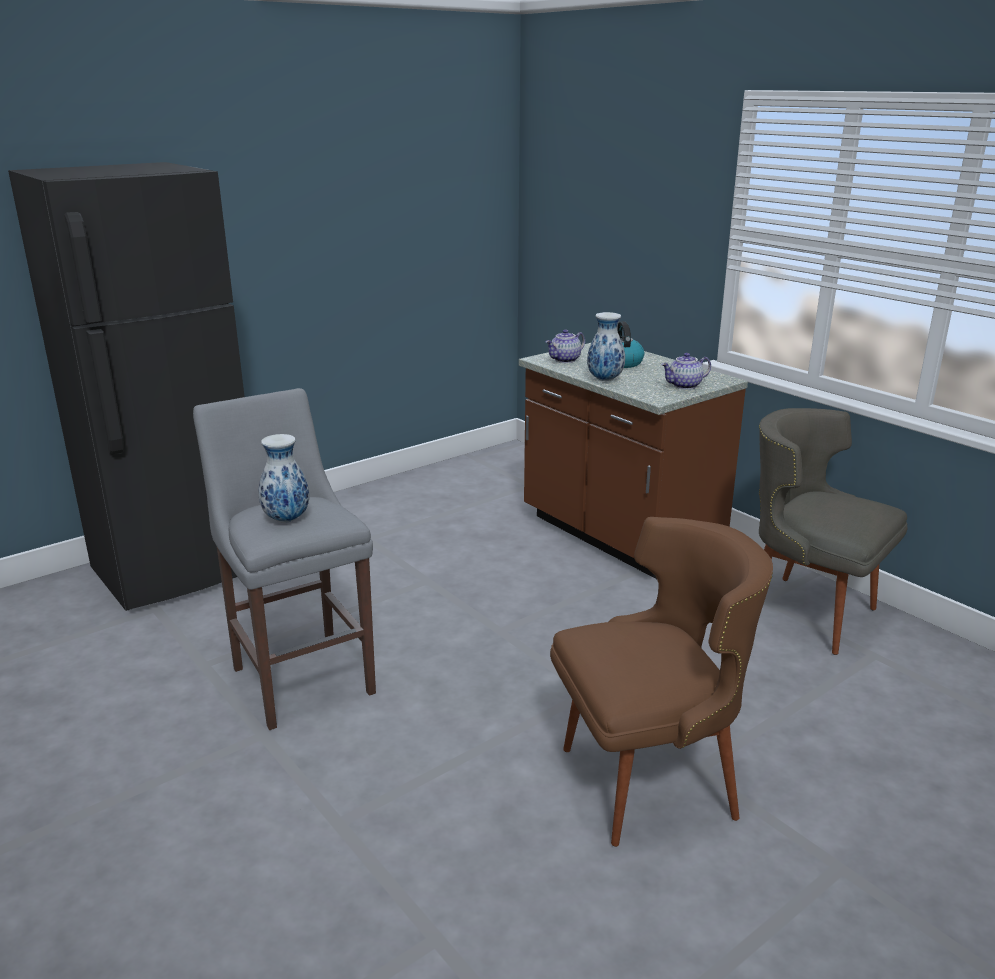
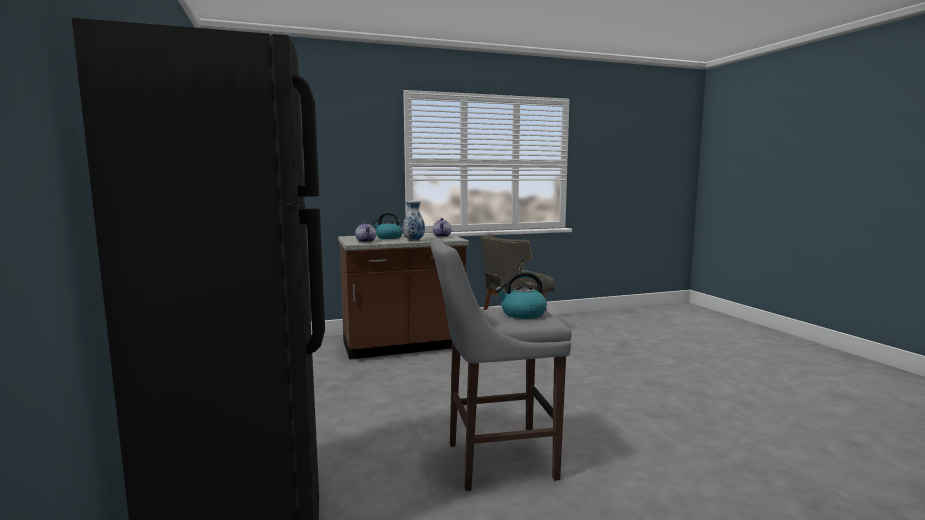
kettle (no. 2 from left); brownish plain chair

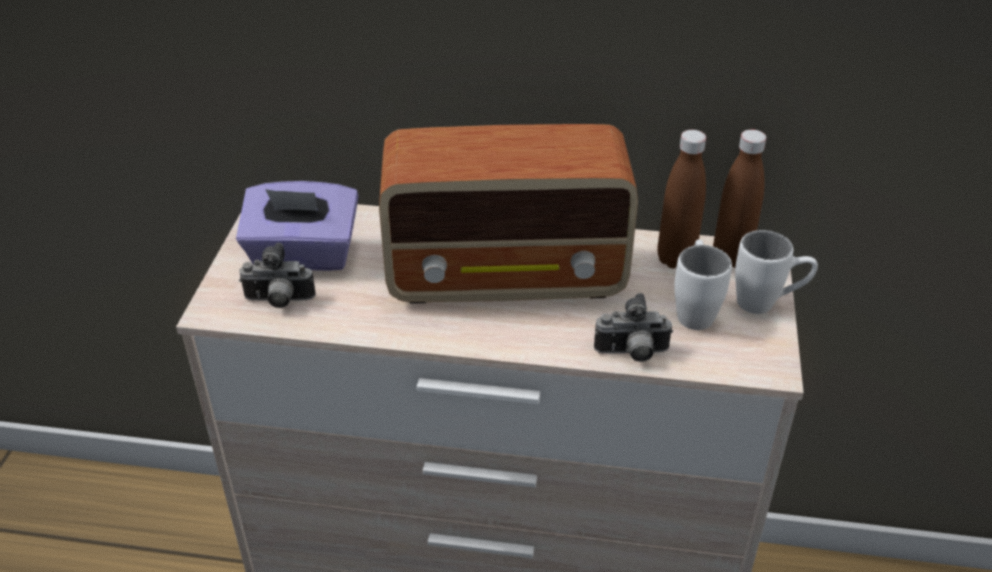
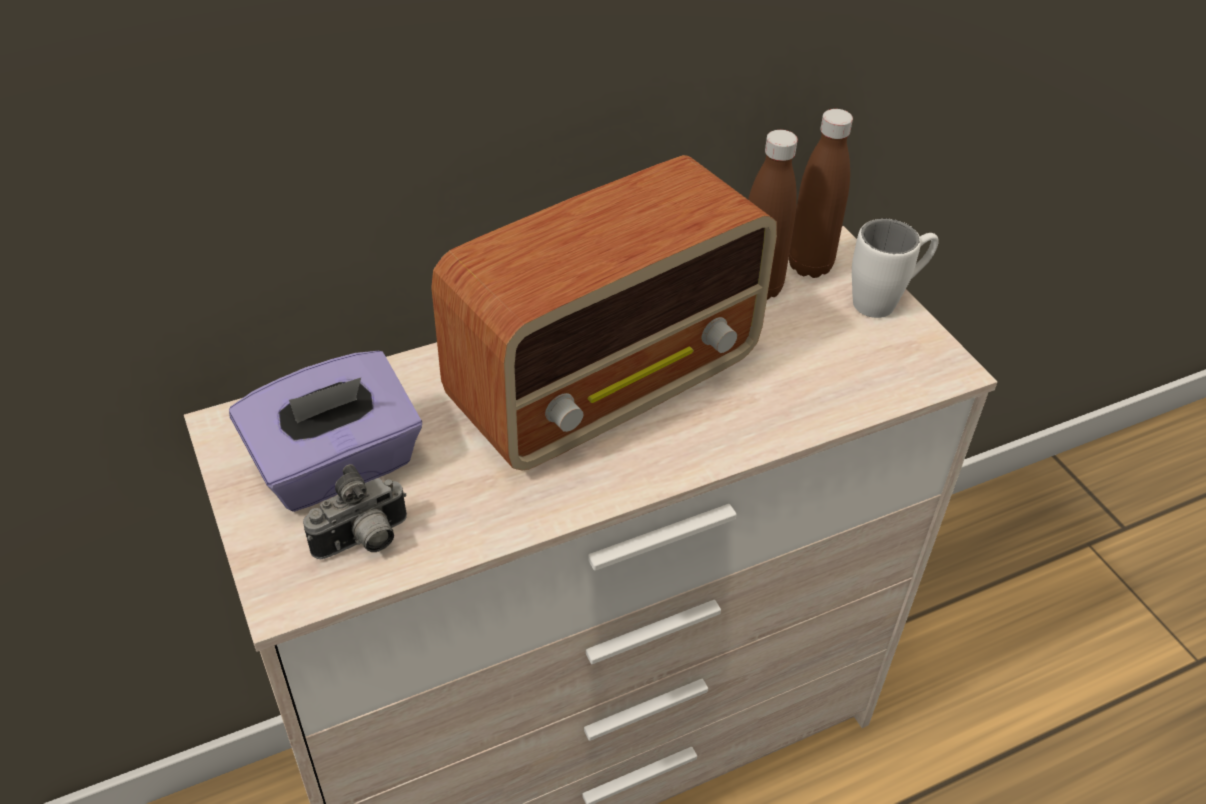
still camera (no. 2 from left in the first image); whitish mug (no. 1 from left in the first image)

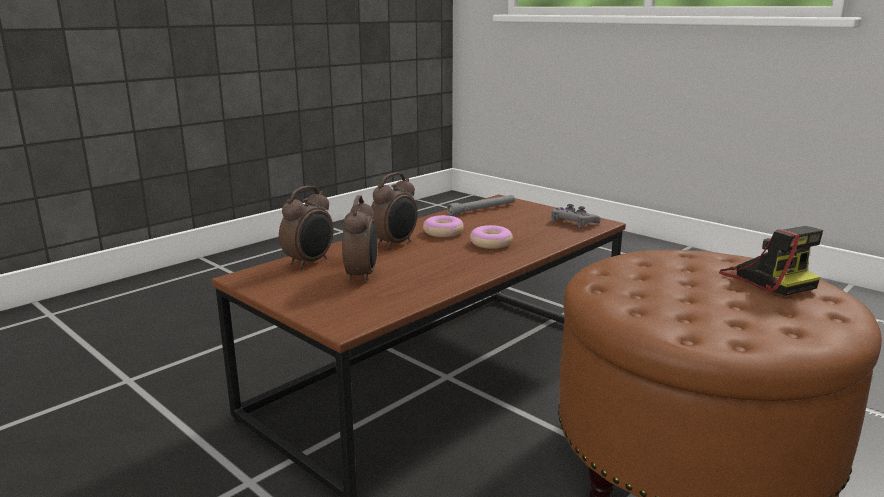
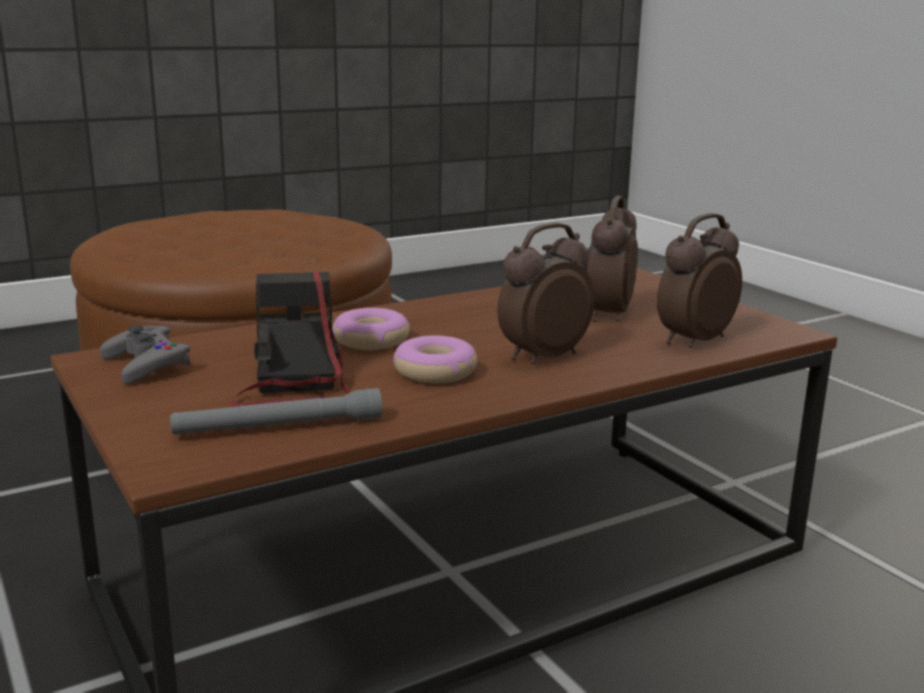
still camera

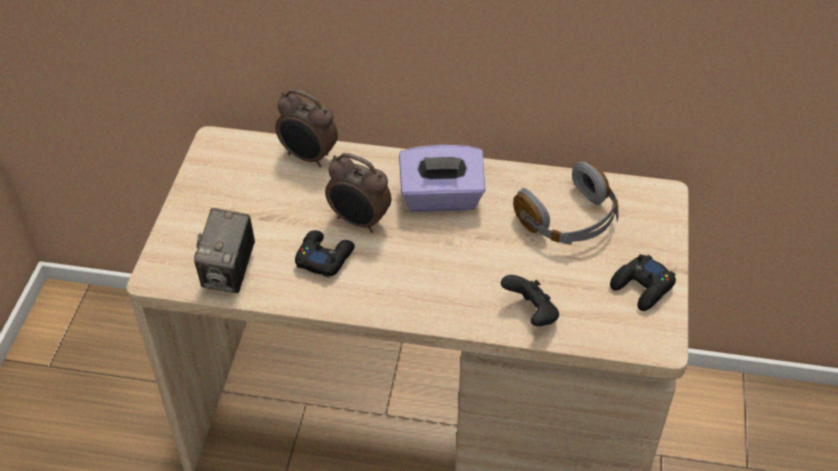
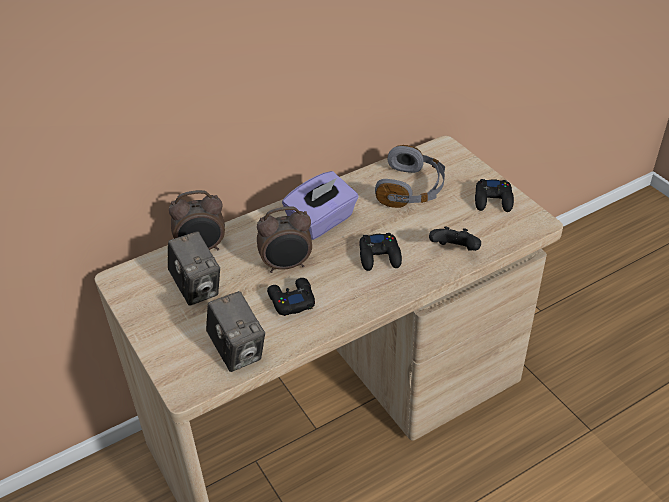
still camera (no. 1 from left); black gamepad (no. 2 from left)

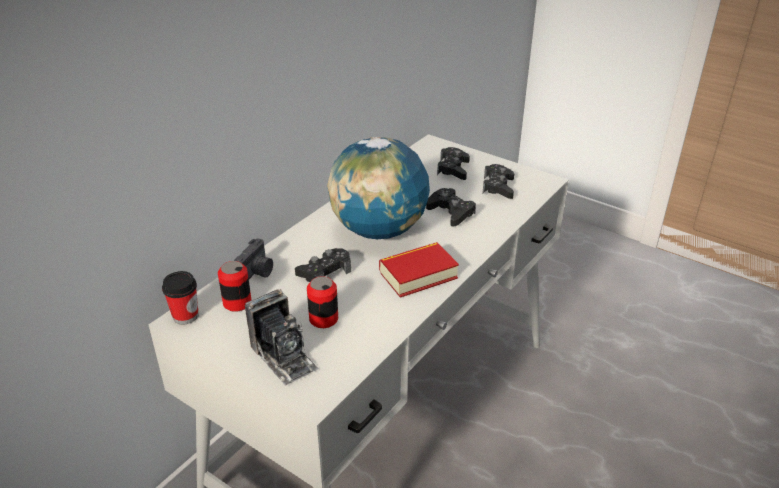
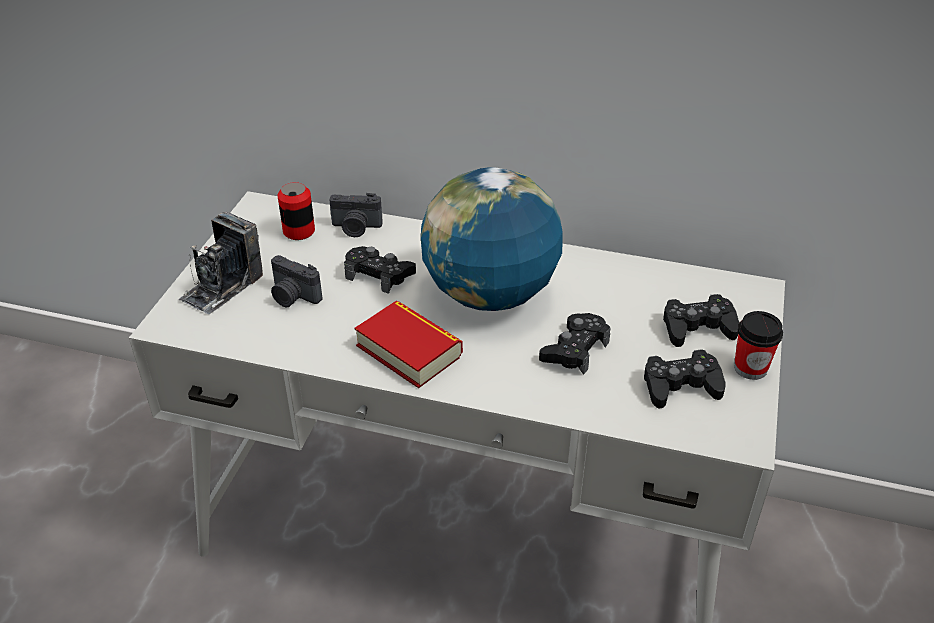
drinking cup; still camera (no. 2 from left)

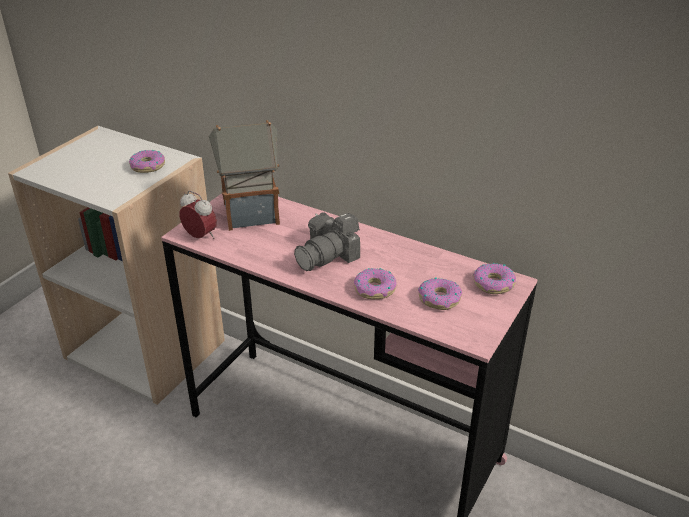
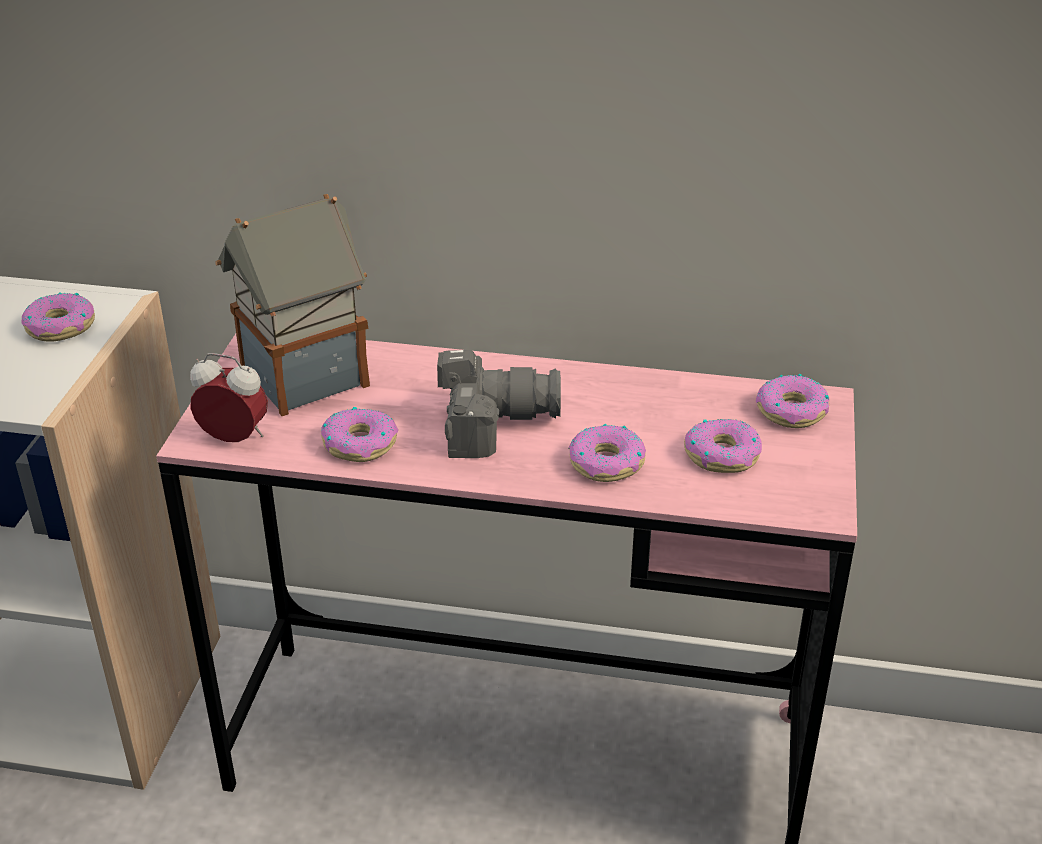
still camera; ring doughnut (no. 2 from left)

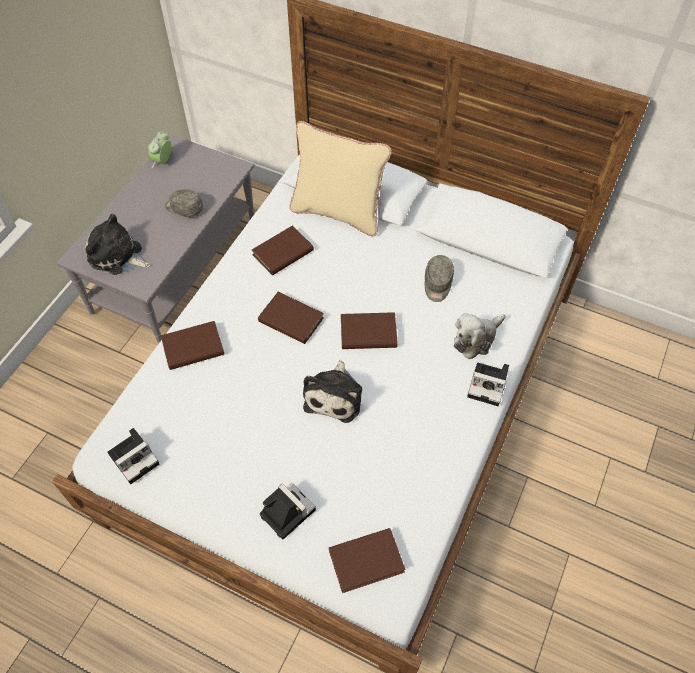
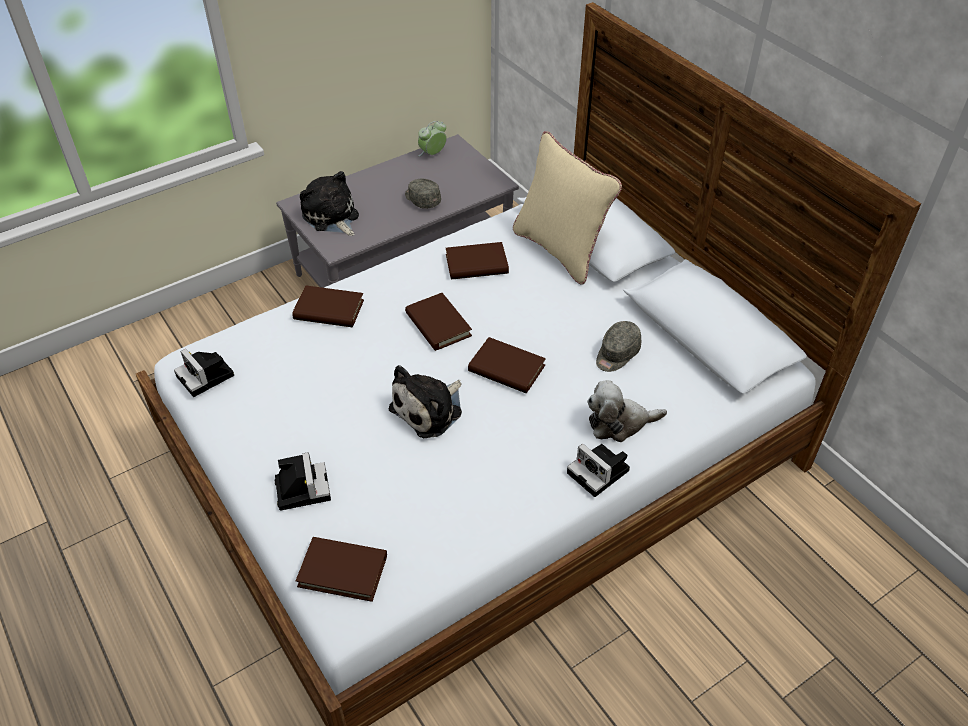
still camera (no. 1 from left)

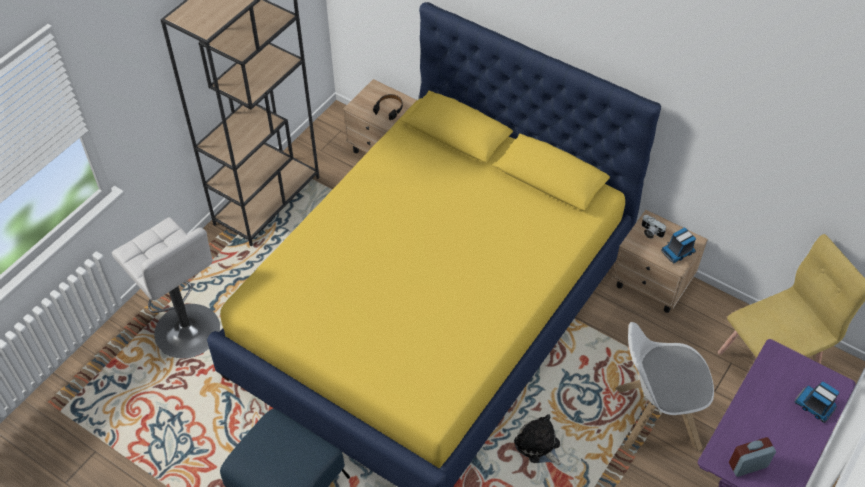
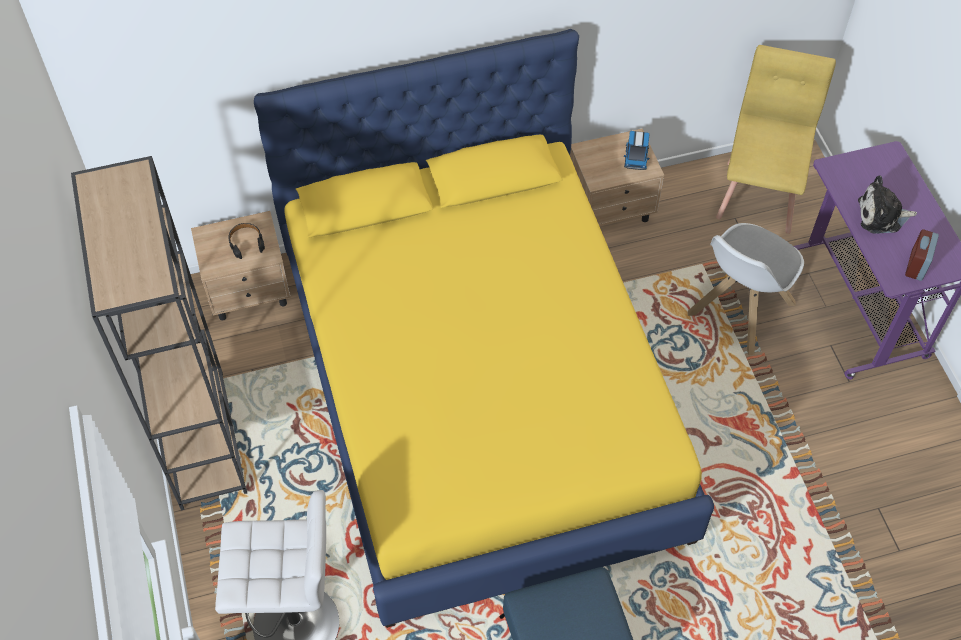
cuddly toy; still camera; toy lorry (no. 2 from left in the first image)

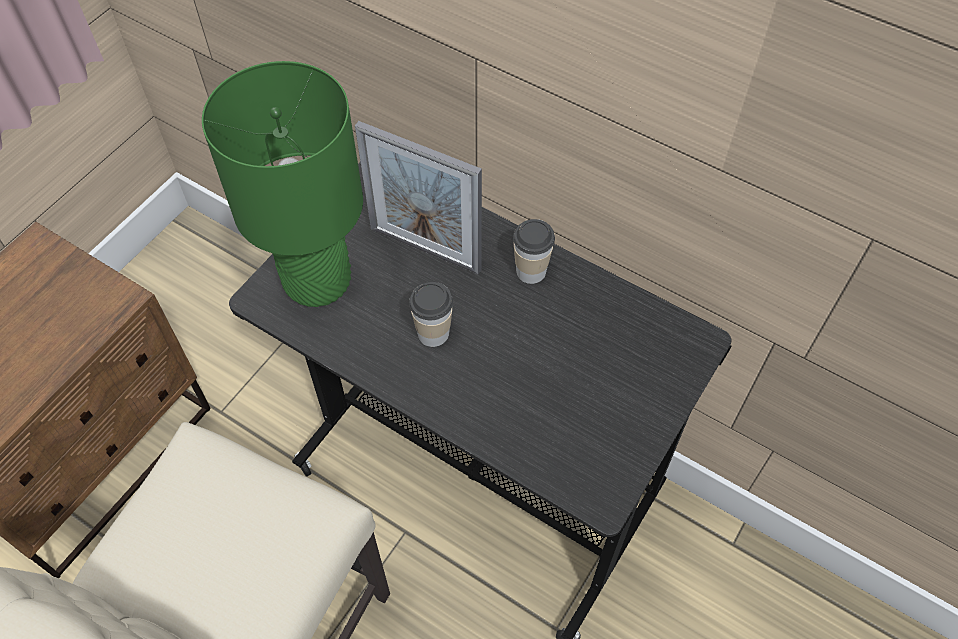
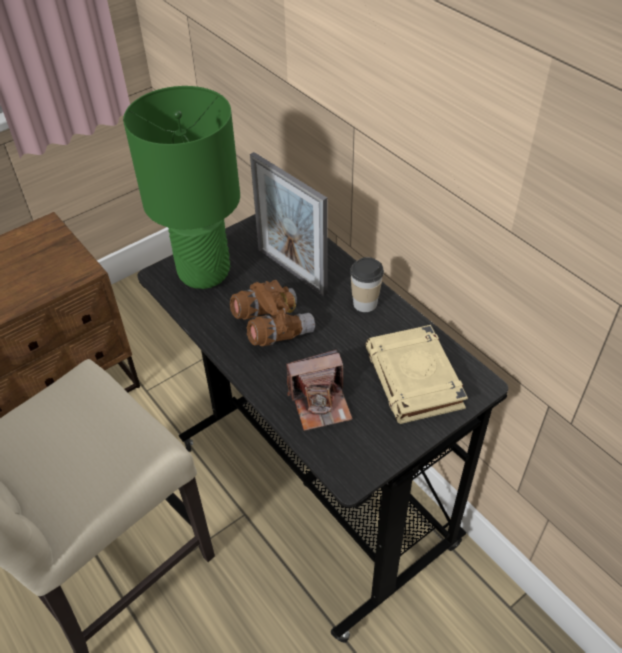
brownish pair of binoculars; still camera; sand-coloured book

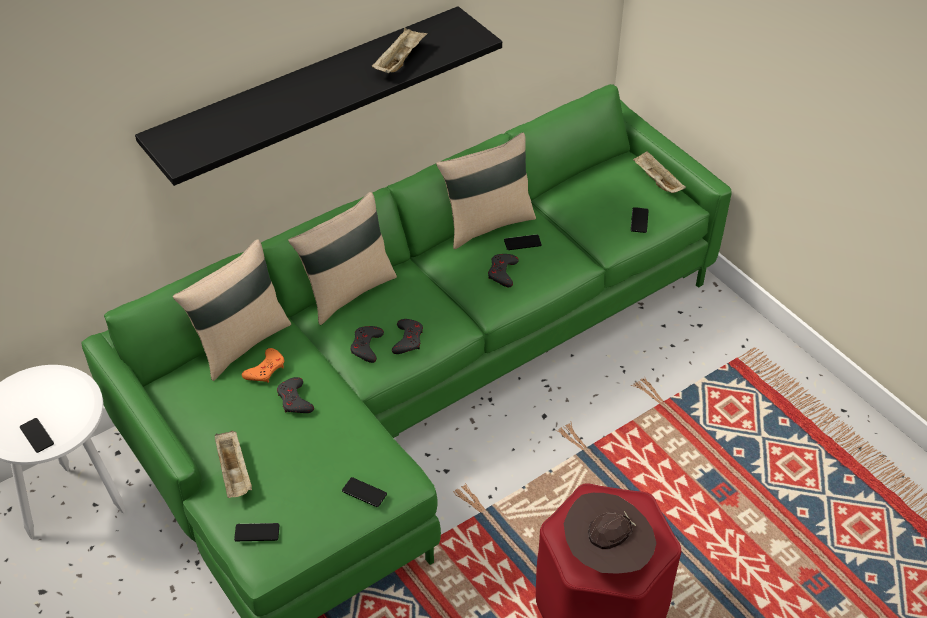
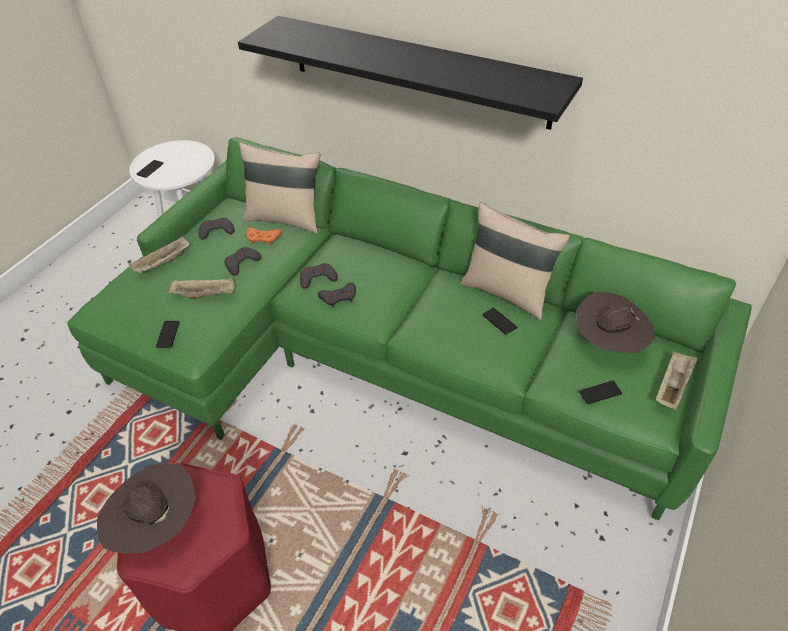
phone (no. 2 from left in the first image); sand-coloured cushion (no. 2 from left in the first image); sand-coloured serving tray (no. 2 from left); gray gamepad (no. 1 from left); brownish wearable hat (no. 2 from left)

